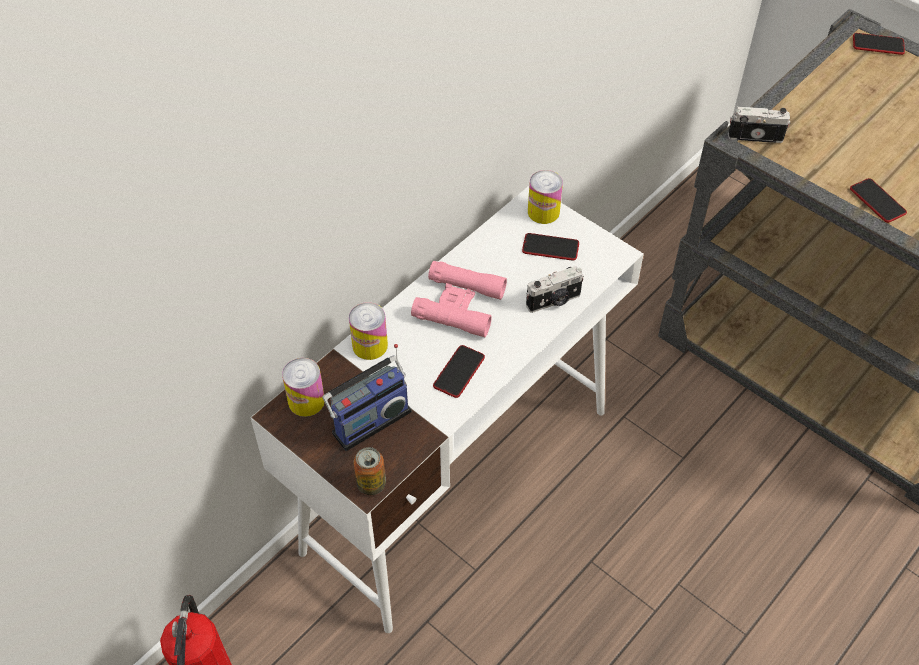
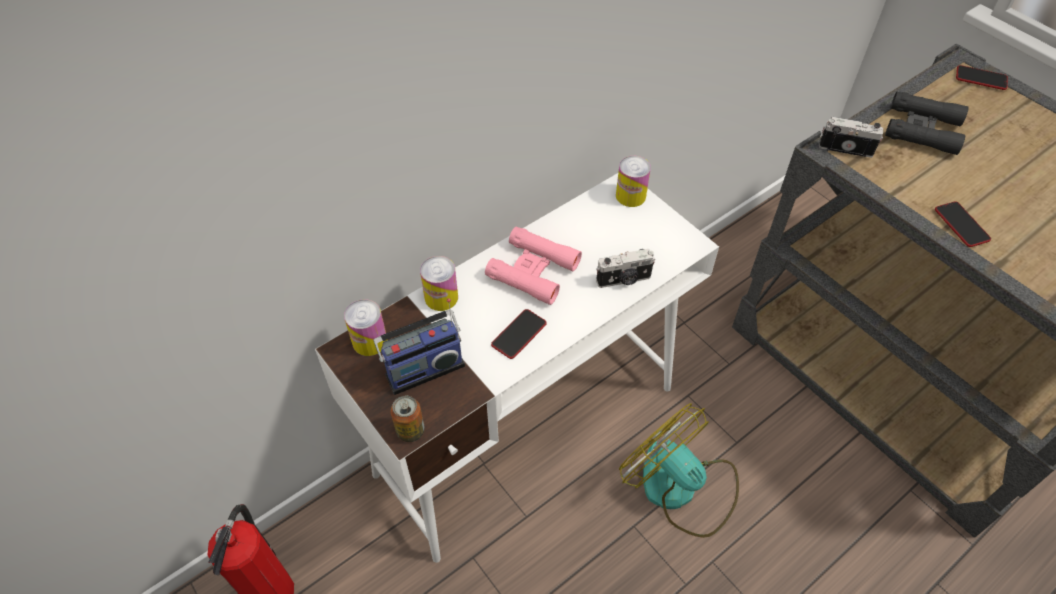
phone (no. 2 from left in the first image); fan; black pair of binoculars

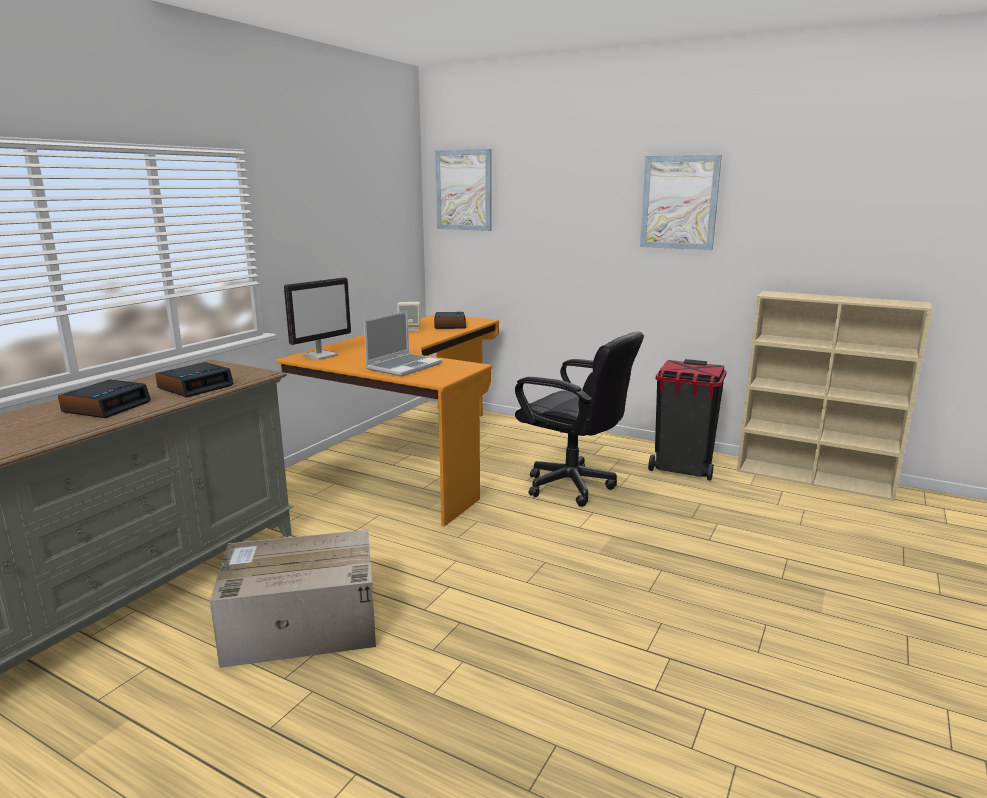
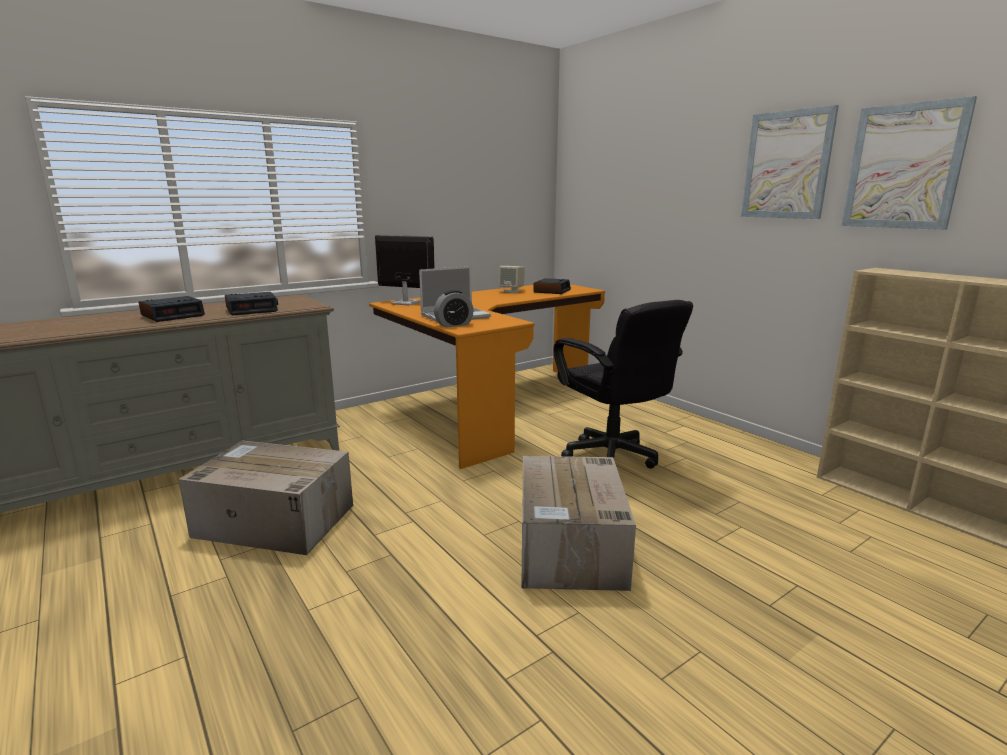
computer display; wall art (no. 2 from left); black trash can; bedside clock (no. 3 from left); carton (no. 2 from left)

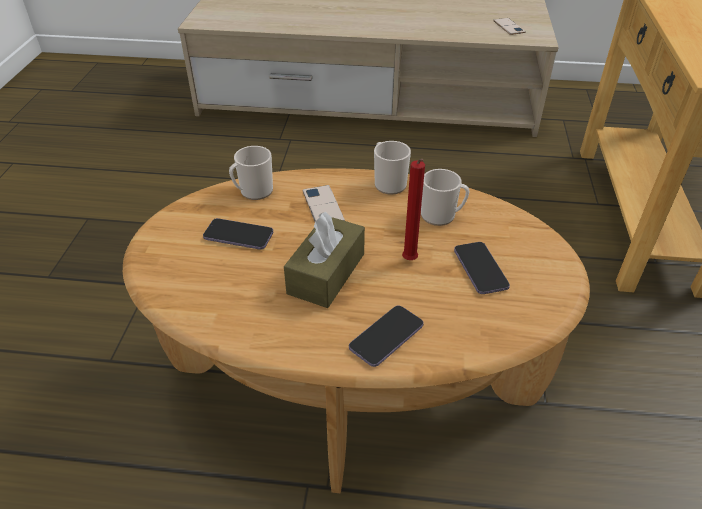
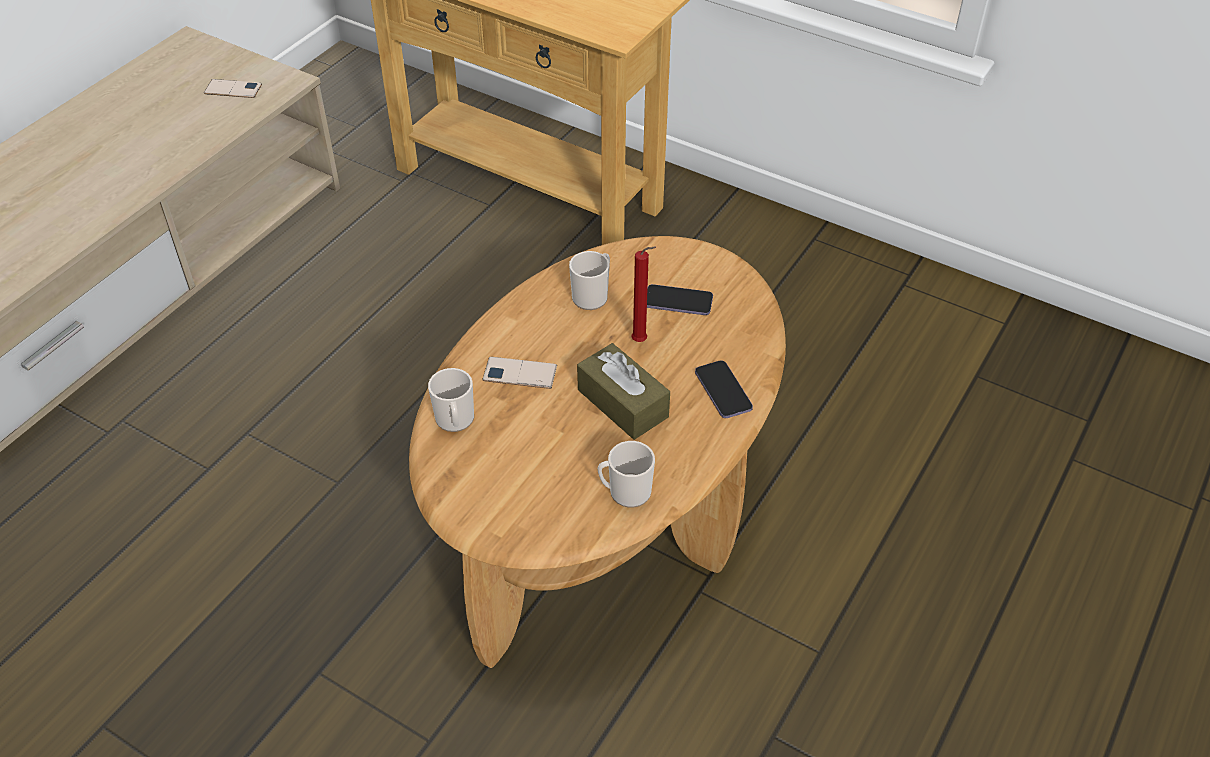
phone (no. 1 from left in the first image); mug (no. 3 from left)

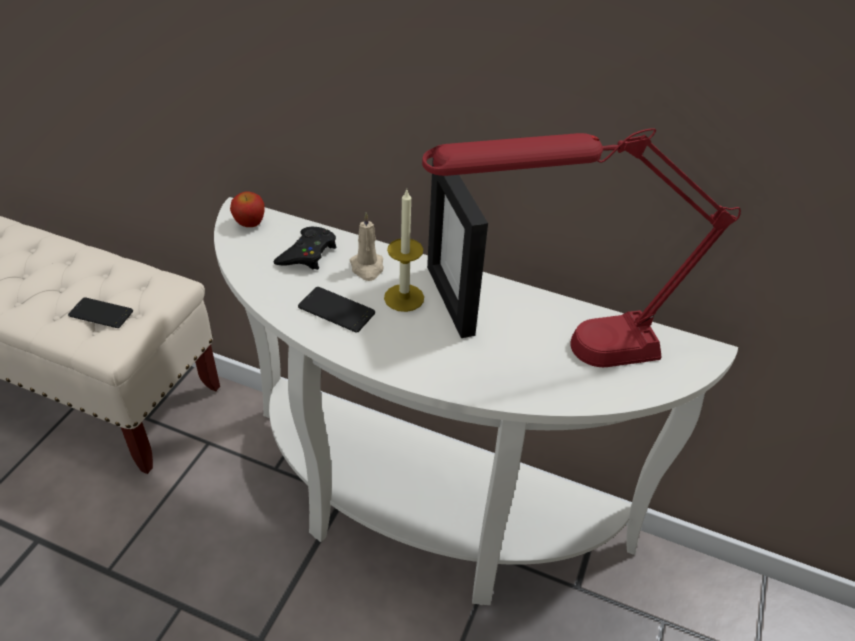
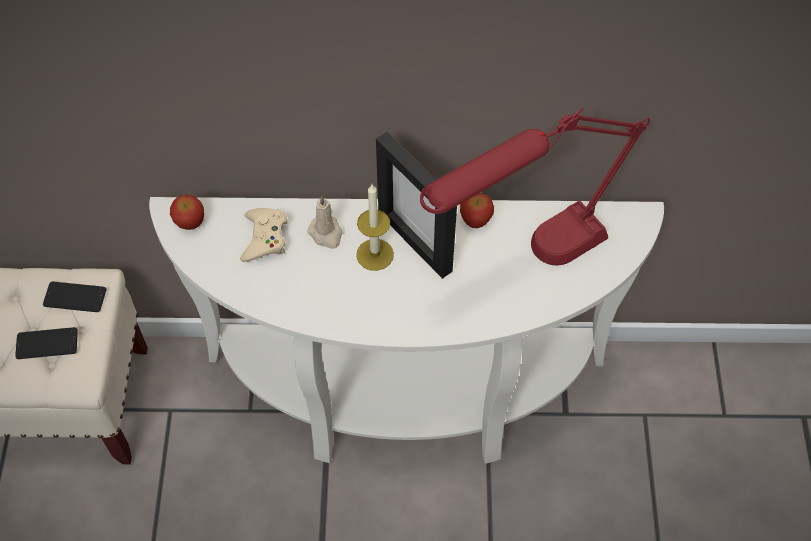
sand-coloured gamepad; phone (no. 2 from left); whole apple (no. 2 from left)

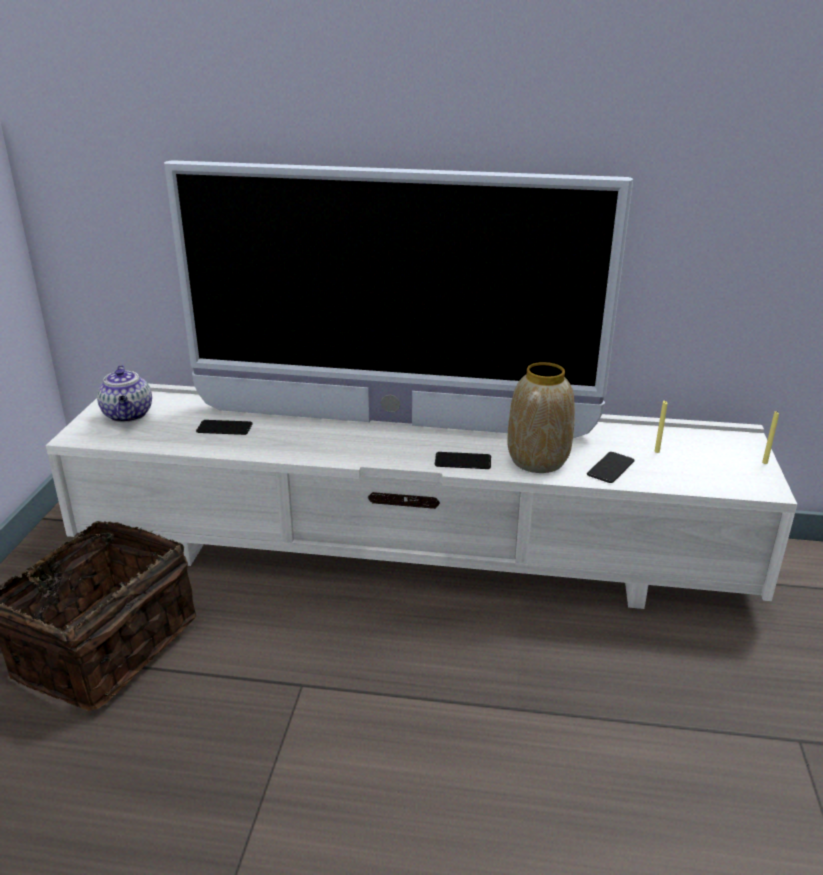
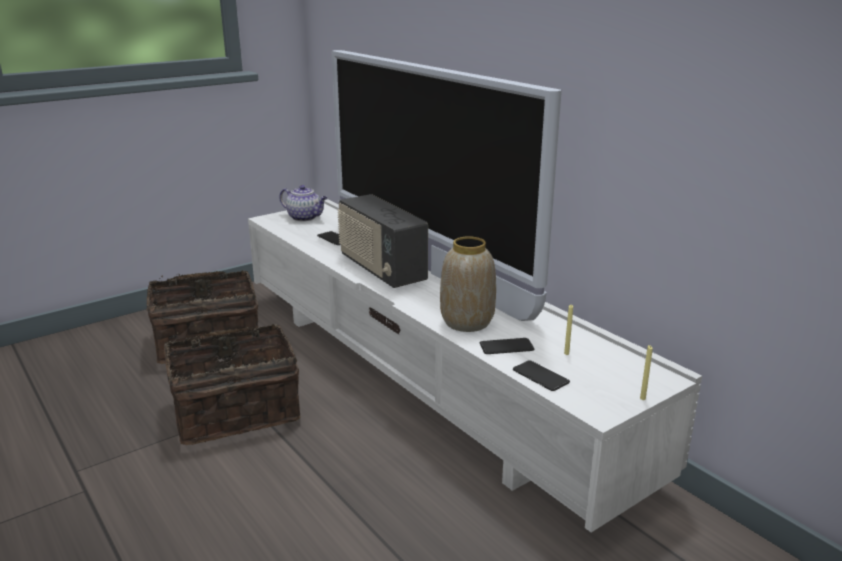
pot for tea; phone (no. 3 from left); household basket (no. 2 from left); radio receiver

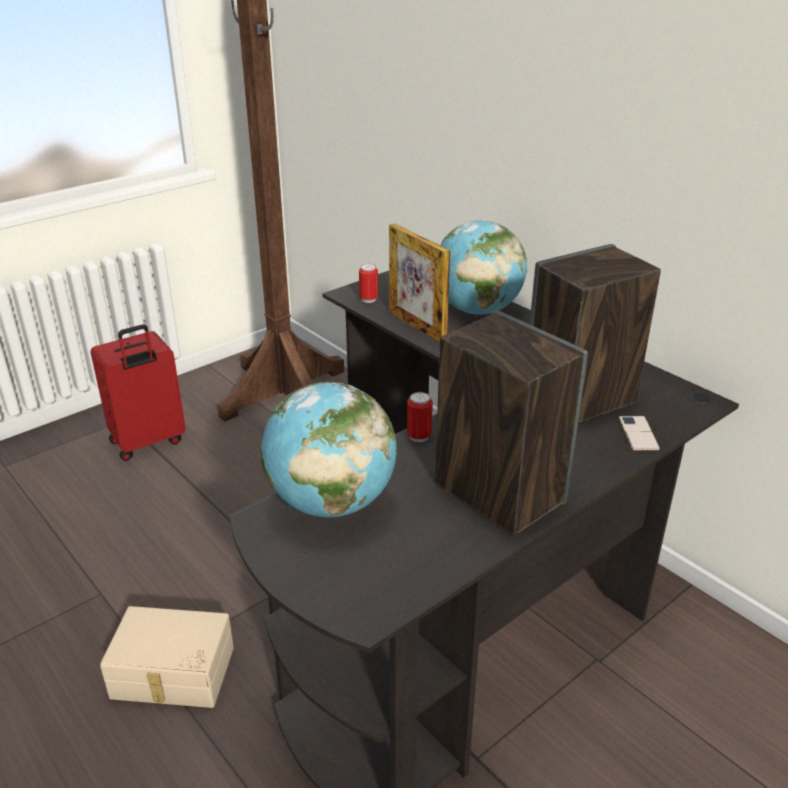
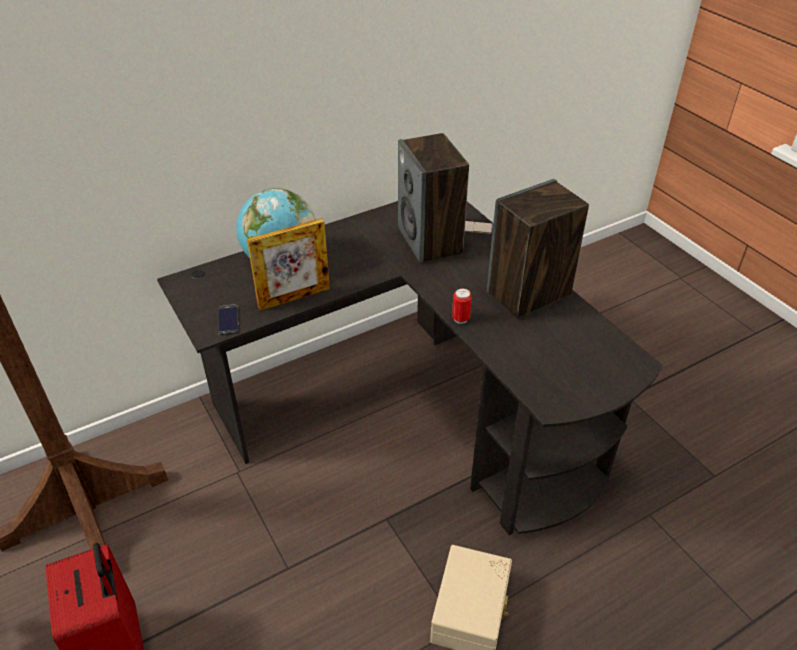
world globe (no. 1 from left in the first image); phone (no. 1 from left)

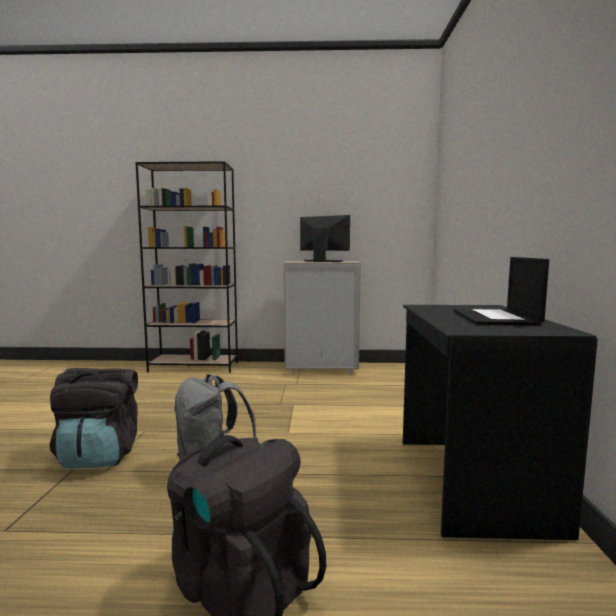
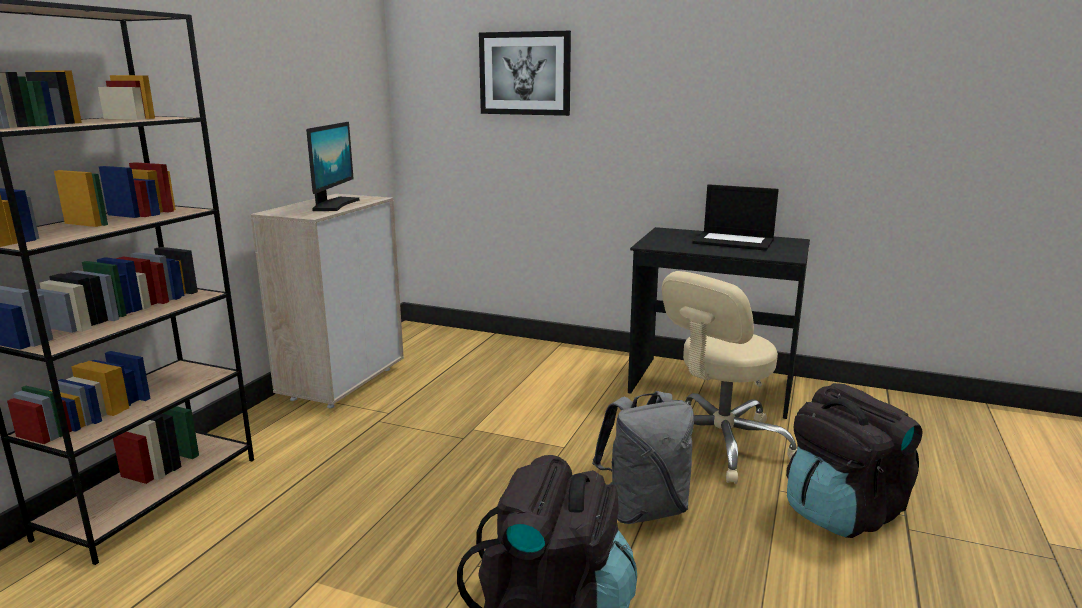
computer display; wall art; sand-coloured office chair

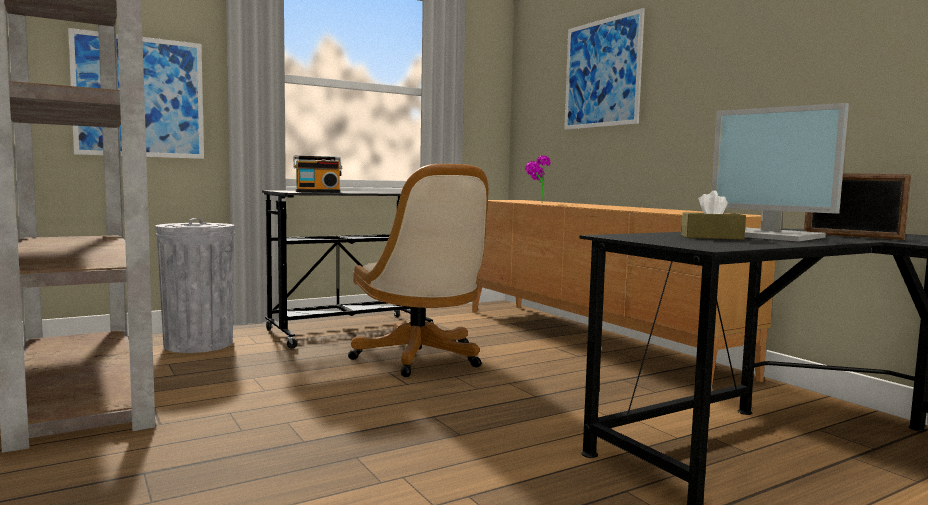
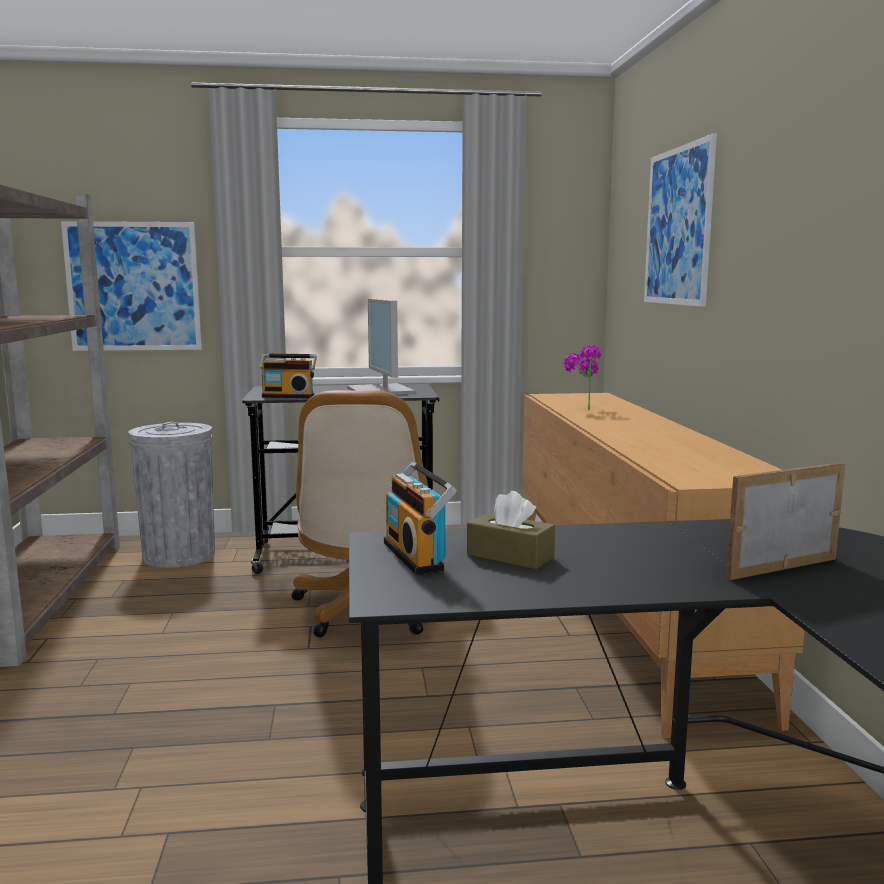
computer display; photo frame; radio receiver (no. 2 from left)

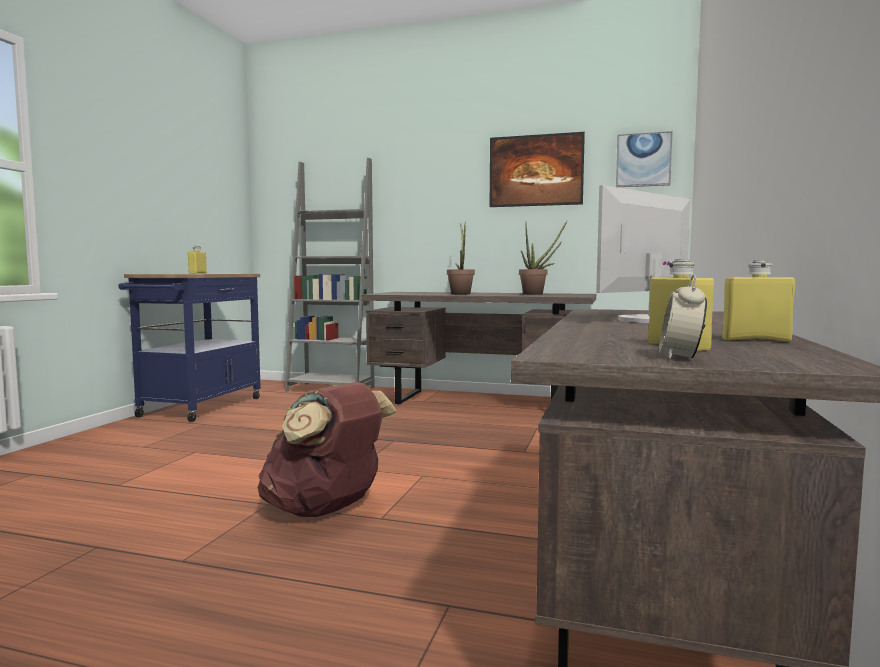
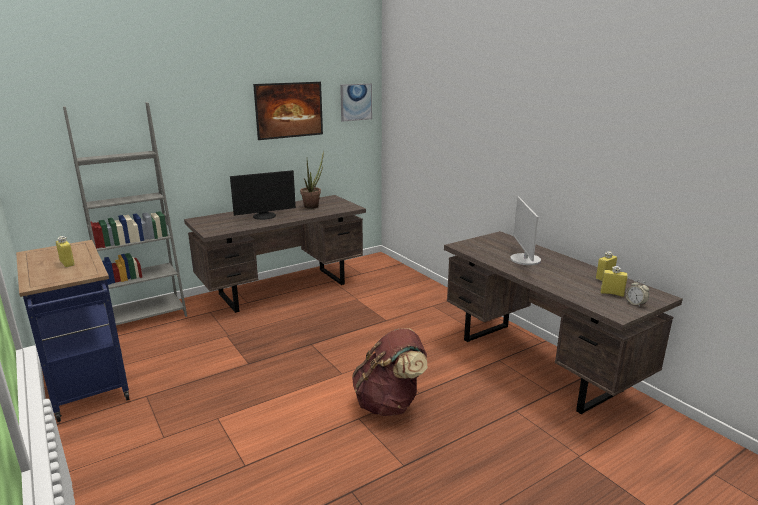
computer display (no. 1 from left)

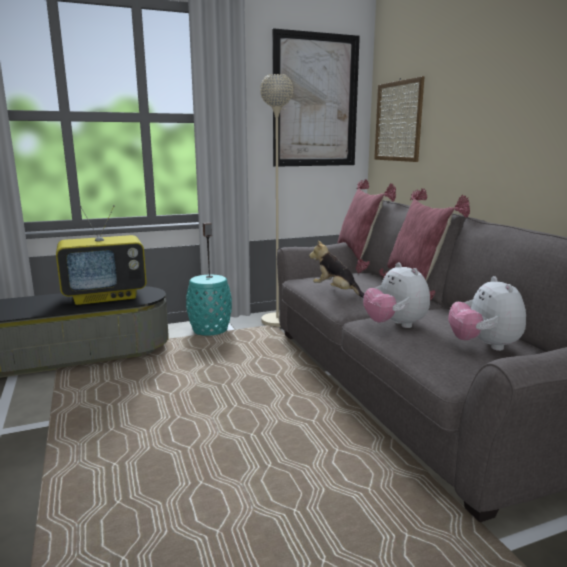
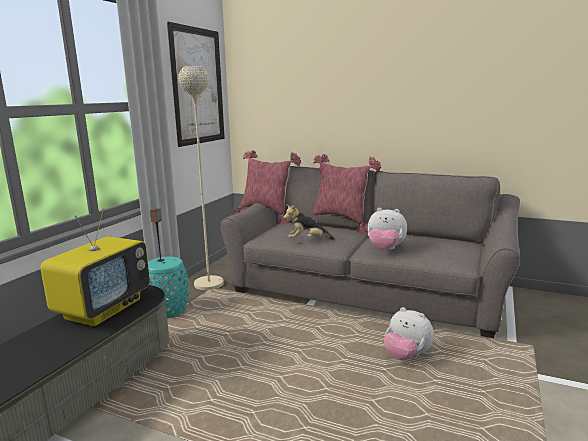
wall art (no. 2 from left in the first image); cuddly toy (no. 3 from left)

